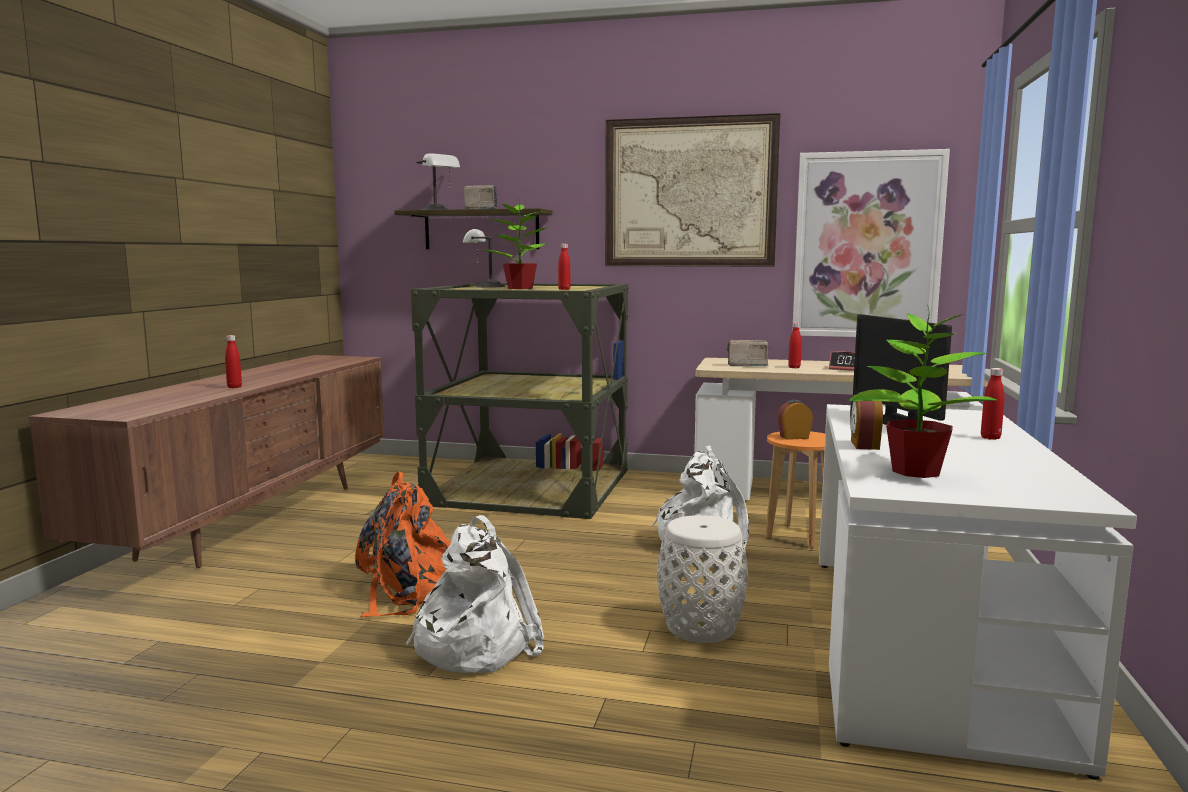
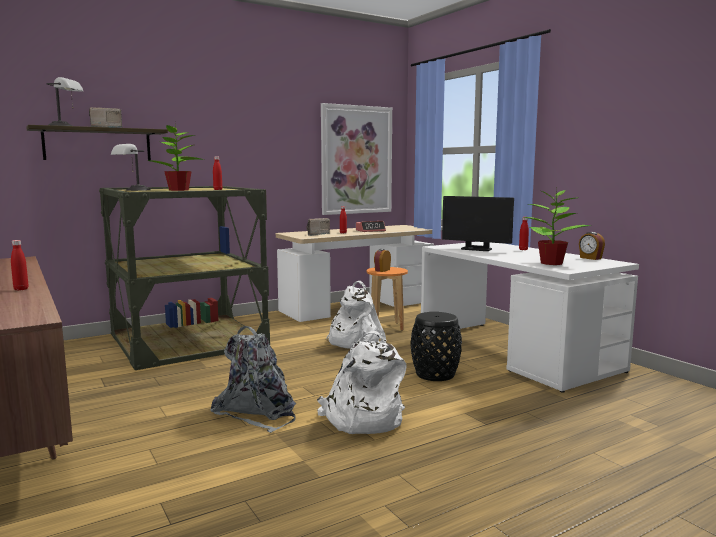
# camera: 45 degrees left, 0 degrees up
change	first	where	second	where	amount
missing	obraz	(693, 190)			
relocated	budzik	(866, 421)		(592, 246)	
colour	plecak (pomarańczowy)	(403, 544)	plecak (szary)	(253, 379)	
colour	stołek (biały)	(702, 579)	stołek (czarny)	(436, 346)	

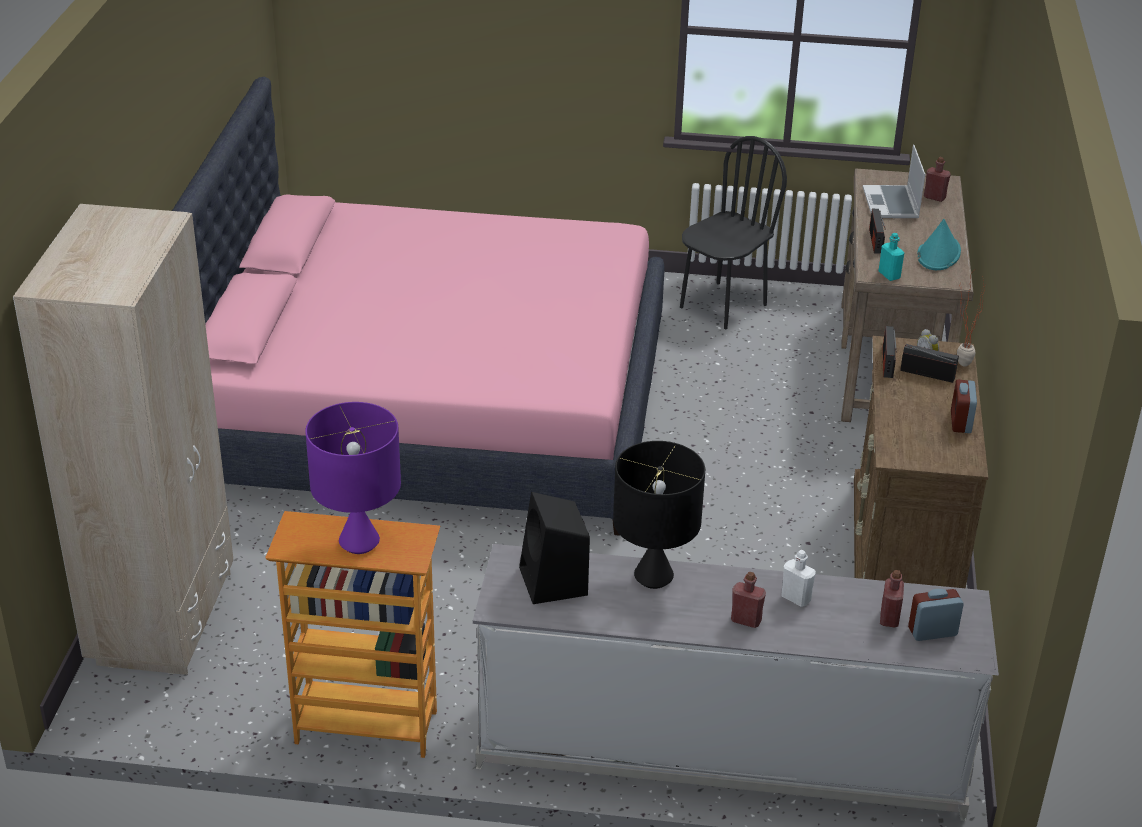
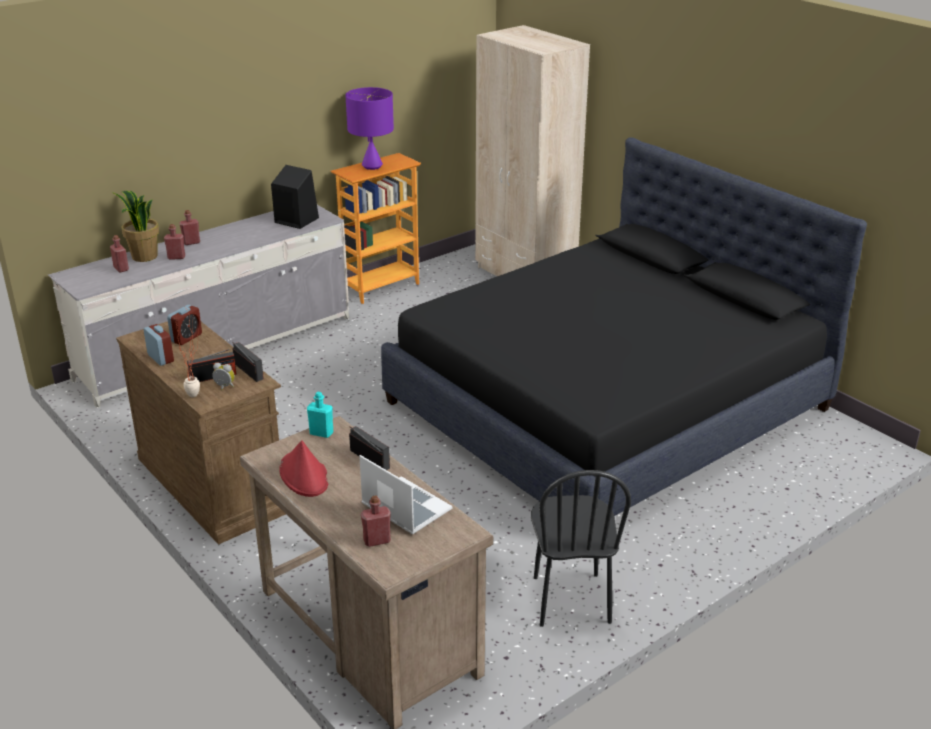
# camera: 135 degrees right, 5 degrees down
change	first	where	second	where	amount
missing	lampa stołowa (czarny)	(659, 515)			
appeared			roślina doniczkowa	(135, 226)	
relocated	budzik	(936, 615)		(184, 325)	
colour	łóżko (różowy)	(418, 306)	łóżko (czarny)	(624, 326)	
colour	butelka (biały)	(798, 578)	butelka (czerwony)	(174, 242)	
colour	kapelusz (turkusowy)	(939, 244)	kapelusz (czerwony)	(303, 468)	

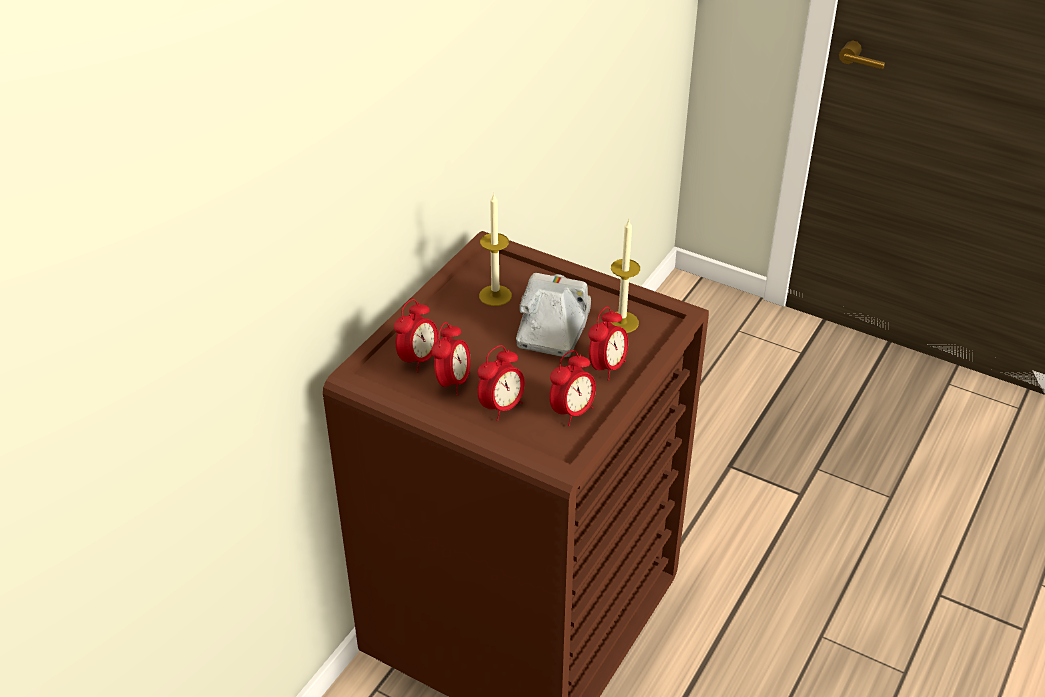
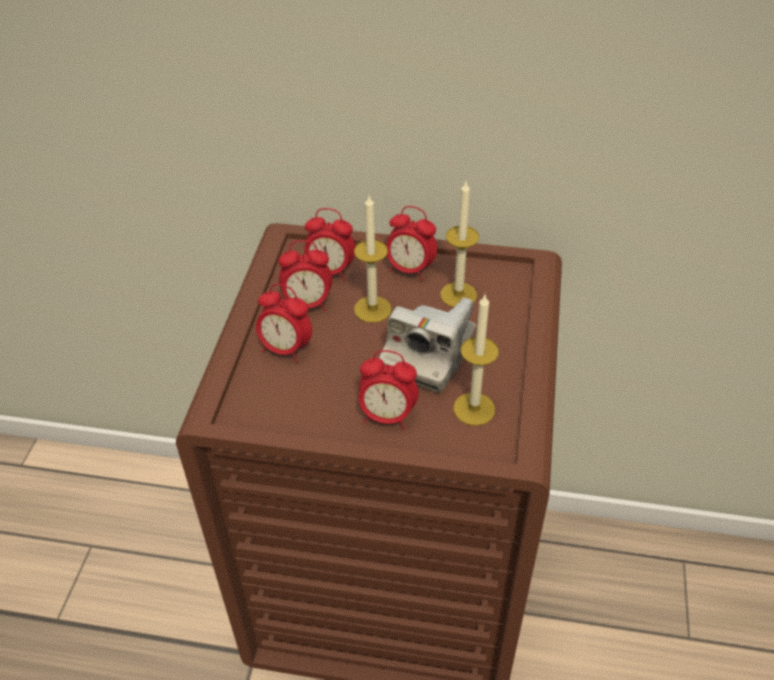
# camera: 70 degrees right, 5 degrees up
change	first	where	second	where	amount
appeared			świeca	(373, 259)	
relocated	budzik	(572, 388)		(411, 243)	
spun	aparat fotograficzny	(553, 315)		(427, 344)	120 degrees clockwise

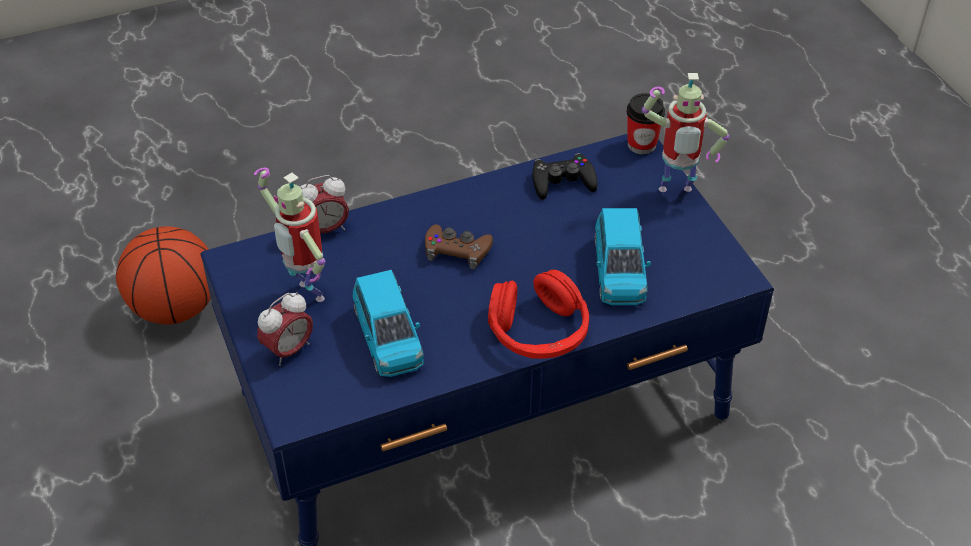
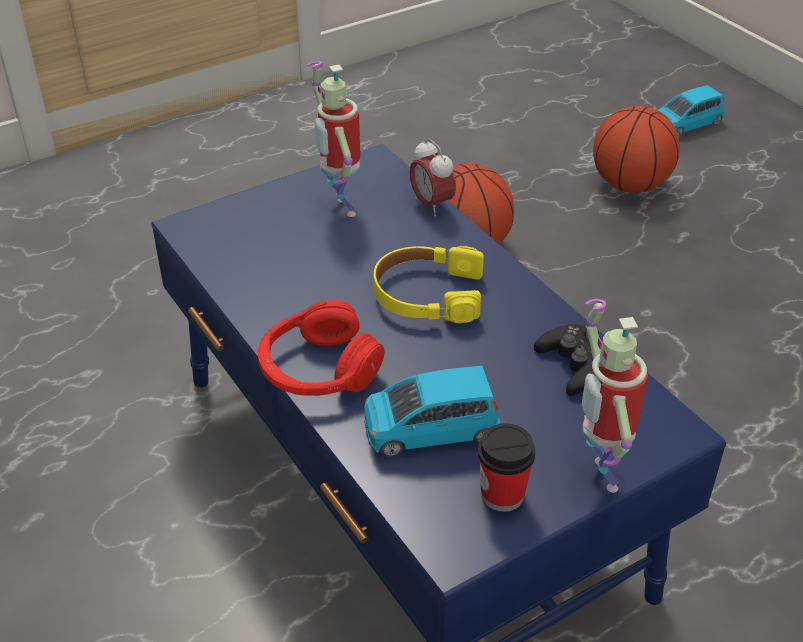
# camera: 80 degrees right, 5 degrees down
change	first	where	second	where	amount
missing	budzik	(285, 329)			
appeared			piłka do koszykówki	(636, 149)	
relocated	samochodzik (niebieski)	(388, 323)		(691, 111)	
relocated	filiżanka	(646, 123)		(507, 467)	
exchanged	pad do gier (brązowy)	(459, 246)	słuchawki (żółty)	(429, 284)	
spun	robot zabawkowy	(289, 235)		(333, 139)	60 degrees counterclockwise

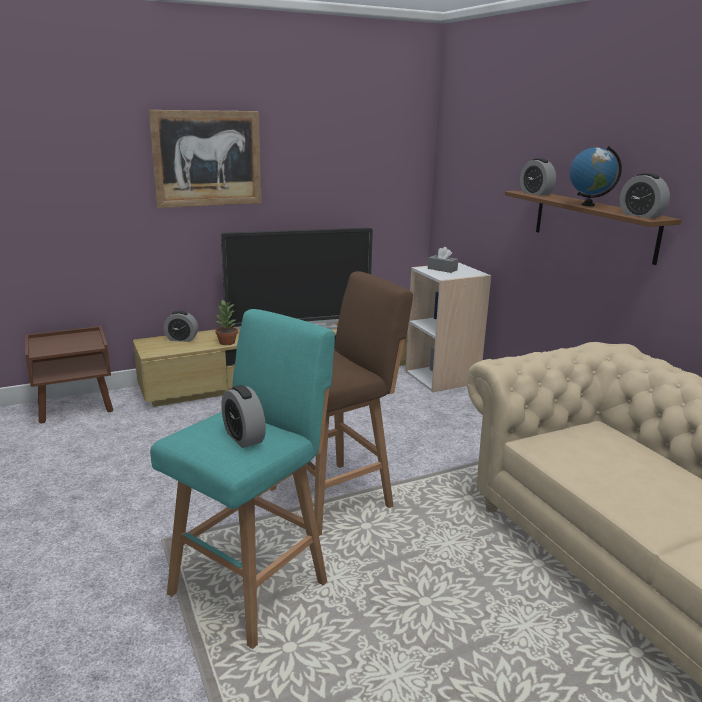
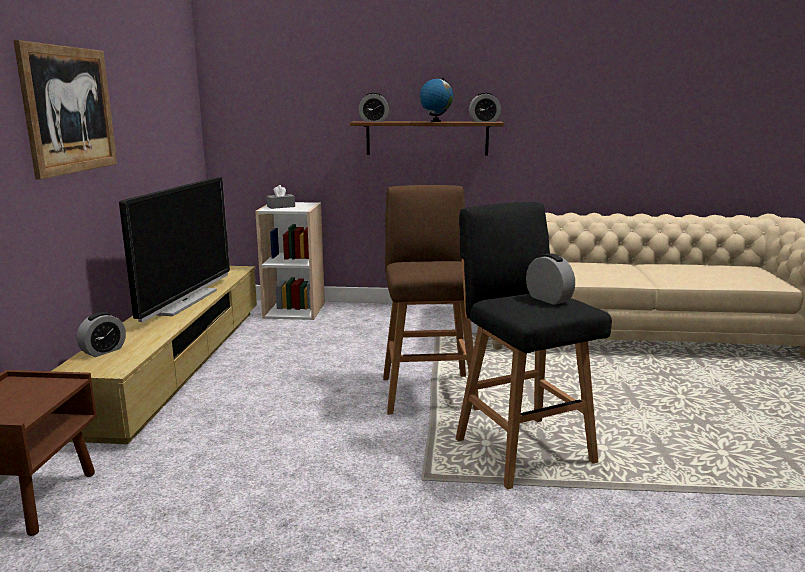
# camera: 60 degrees left, 5 degrees down
change	first	where	second	where	amount
missing	roślina doniczkowa	(226, 322)			
colour	stołek (turkusowy)	(242, 479)	stołek (czarny)	(534, 345)	
spun	budzik	(243, 416)		(550, 279)	120 degrees counterclockwise

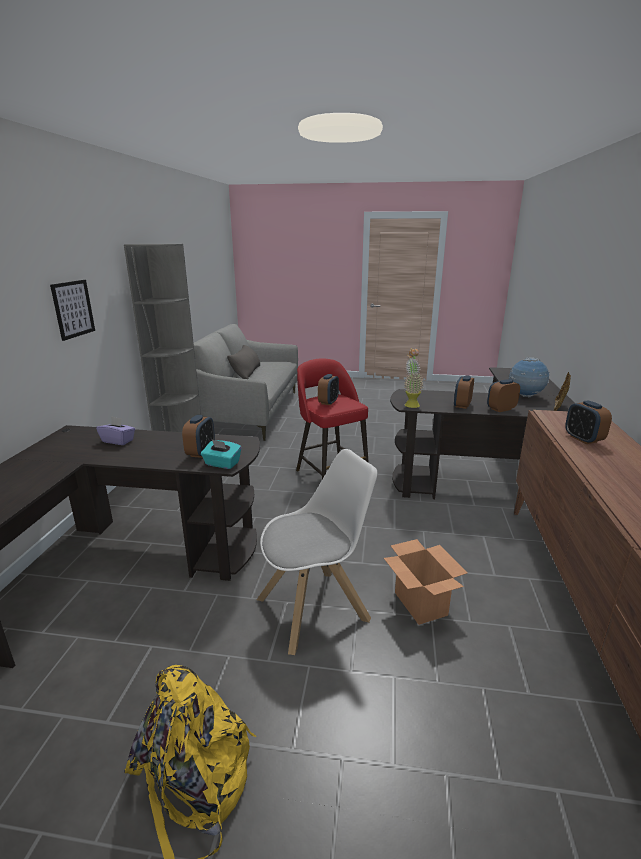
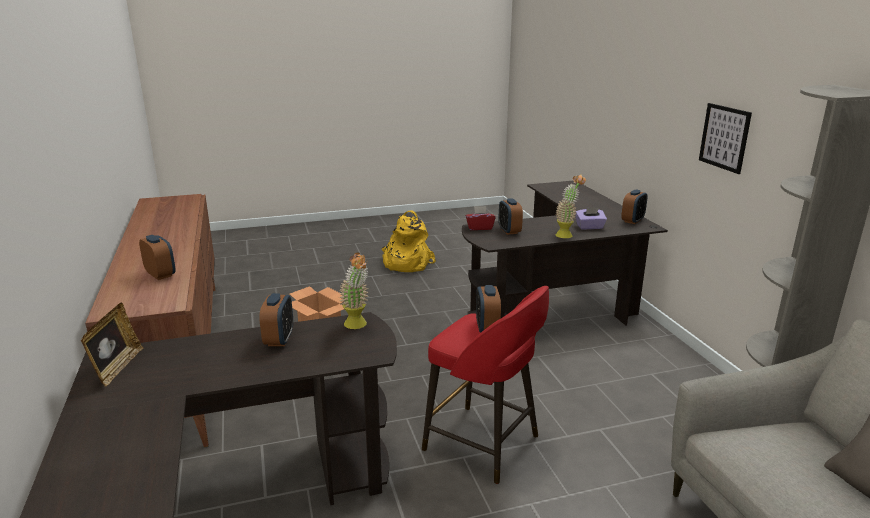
# camera: 155 degrees right, 0 degrees up
change	first	where	second	where	amount
missing	krzesło	(317, 552)			
missing	globus	(529, 377)			
appeared			roślina doniczkowa	(570, 206)	
relocated	budzik	(503, 395)		(634, 207)	
colour	pudełko chusteczek (turkusowy)	(221, 454)	pudełko chusteczek (czerwony)	(481, 218)	

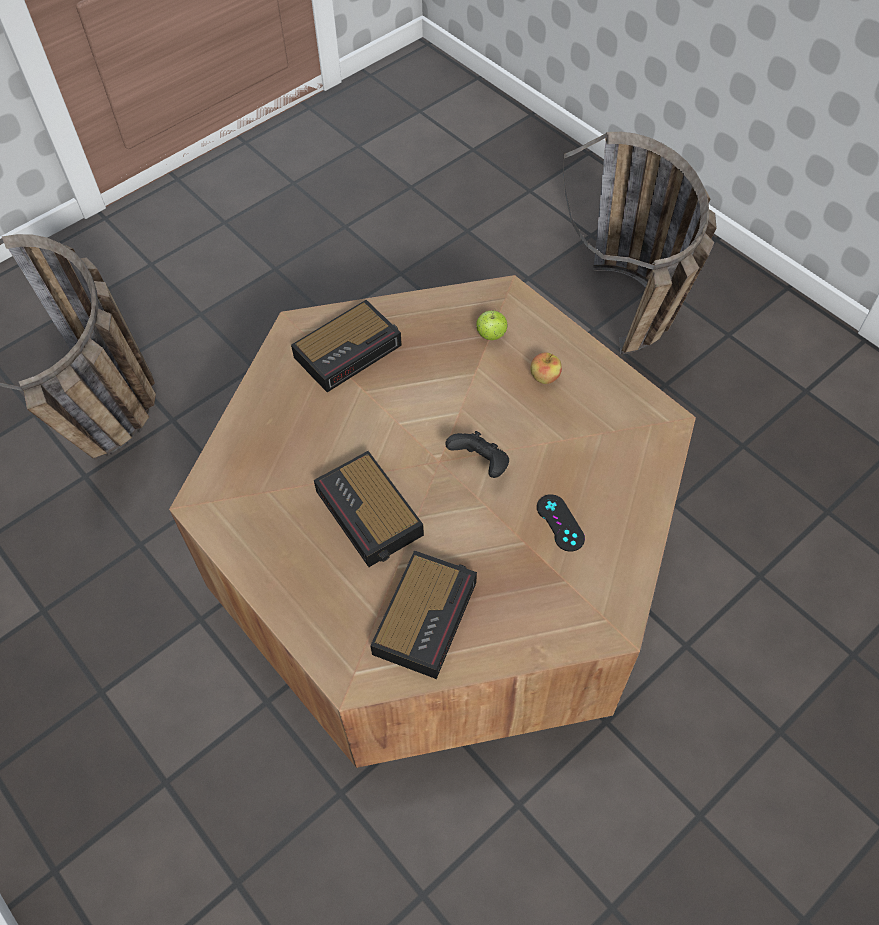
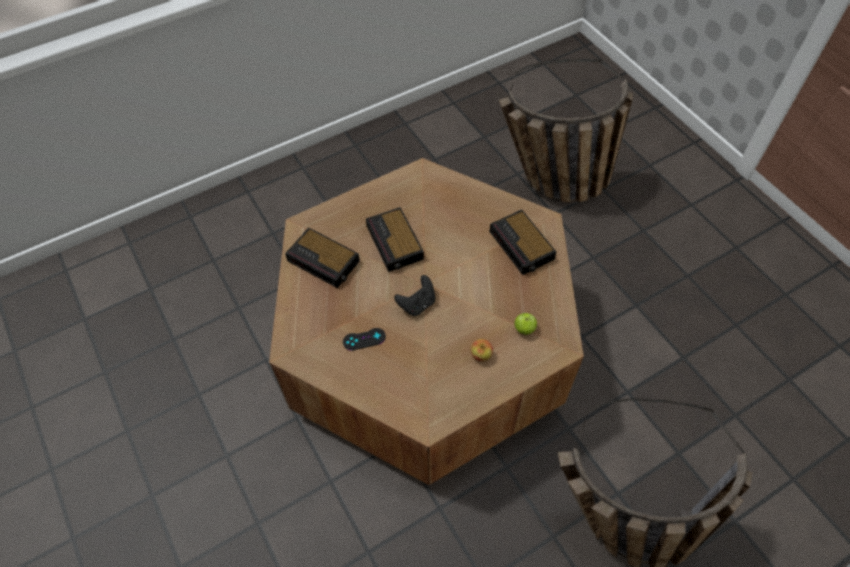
# camera: 100 degrees right, 0 degrees up
change	first	where	second	where	amount
spun	budzik	(369, 509)		(395, 239)	90 degrees counterclockwise

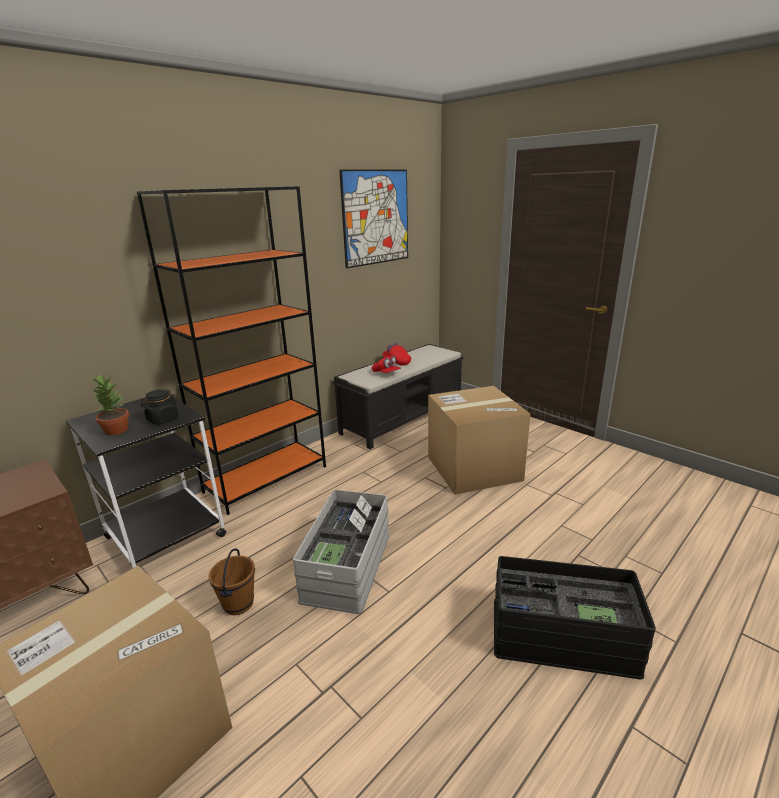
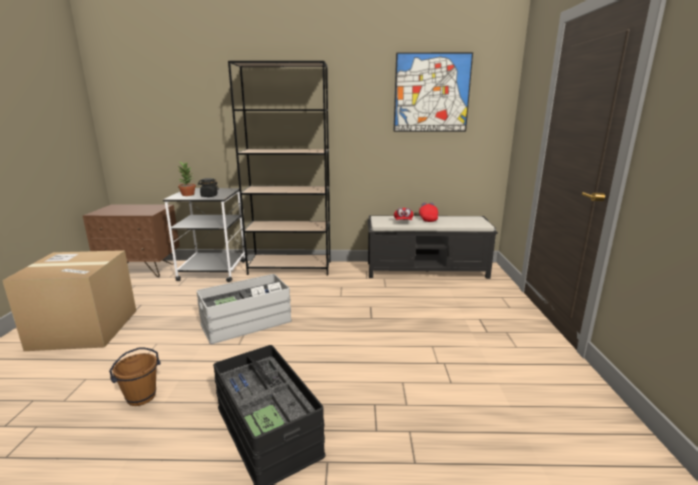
# camera: 45 degrees right, 5 degrees down
change	first	where	second	where	amount
missing	karton	(479, 440)			
relocated	wiadro (brązowy)	(232, 581)		(135, 376)	
colour	regał (pomarańczowy)	(231, 350)	regał (beżowy)	(279, 168)	

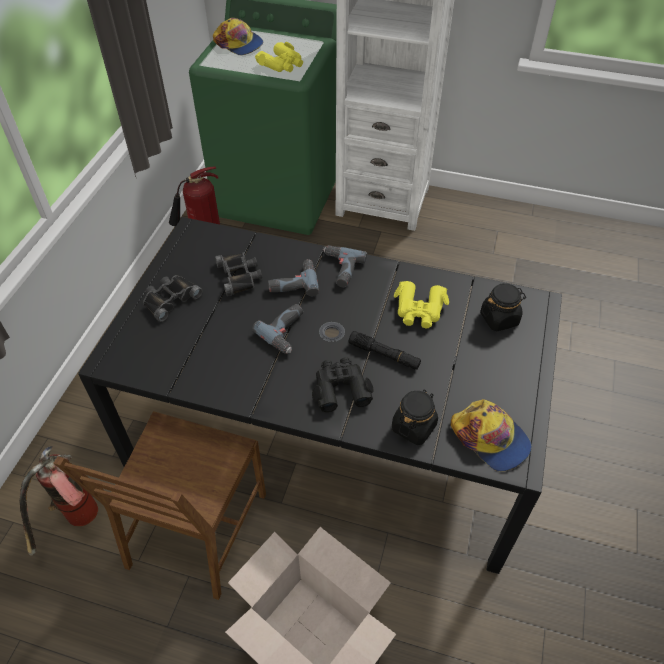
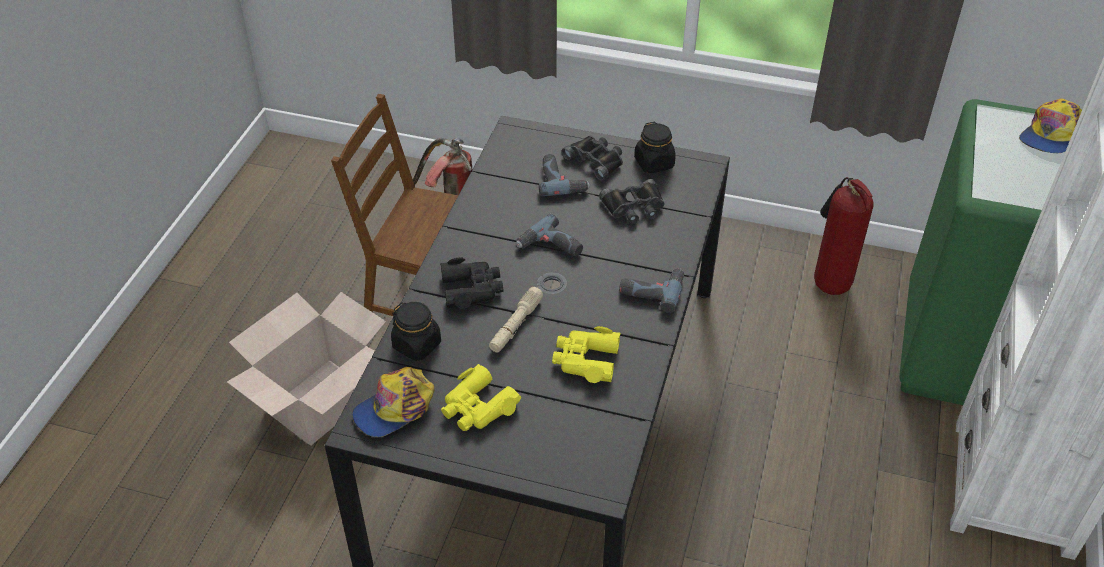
# camera: 90 degrees right, 5 degrees down
change	first	where	second	where	amount
relocated	lornetka (żółty)	(279, 57)		(481, 397)	
relocated	wiertarka	(293, 278)		(564, 175)	
relocated	słoik (czarny)	(503, 307)		(655, 147)	
colour	latarka (czarny)	(385, 350)	latarka (beżowy)	(516, 319)	

